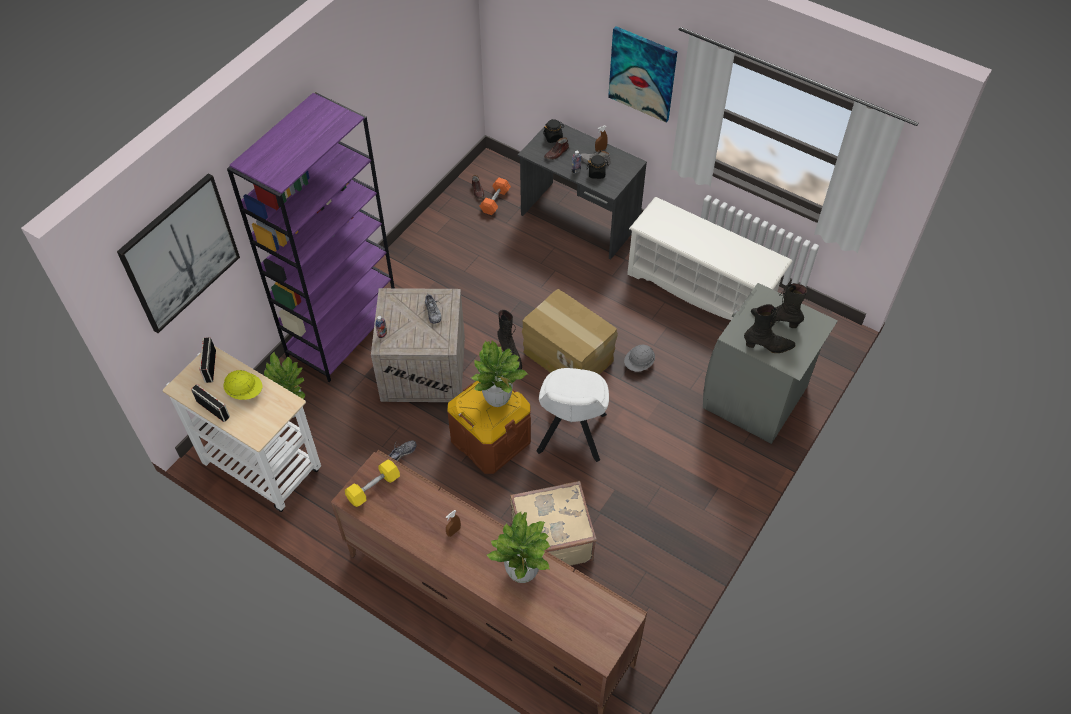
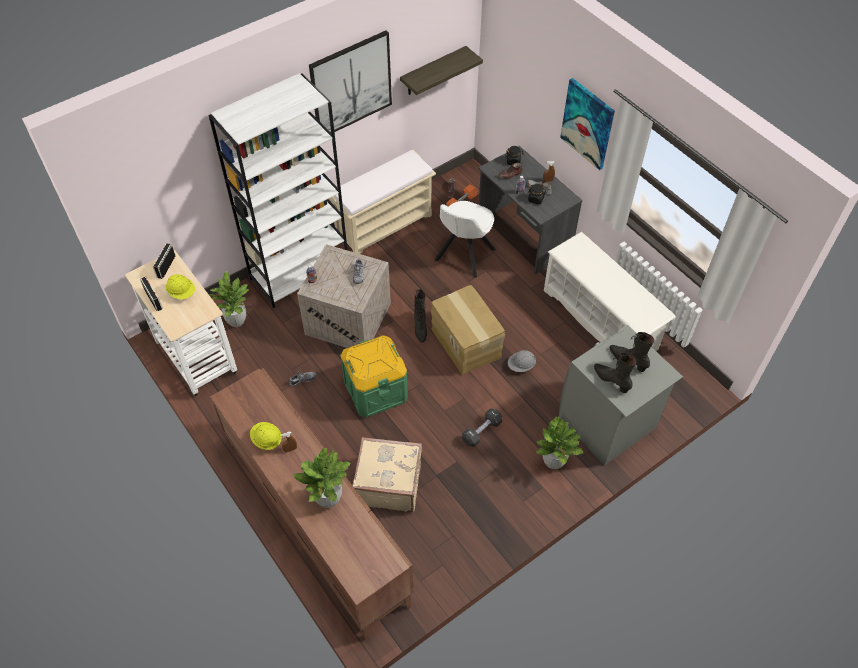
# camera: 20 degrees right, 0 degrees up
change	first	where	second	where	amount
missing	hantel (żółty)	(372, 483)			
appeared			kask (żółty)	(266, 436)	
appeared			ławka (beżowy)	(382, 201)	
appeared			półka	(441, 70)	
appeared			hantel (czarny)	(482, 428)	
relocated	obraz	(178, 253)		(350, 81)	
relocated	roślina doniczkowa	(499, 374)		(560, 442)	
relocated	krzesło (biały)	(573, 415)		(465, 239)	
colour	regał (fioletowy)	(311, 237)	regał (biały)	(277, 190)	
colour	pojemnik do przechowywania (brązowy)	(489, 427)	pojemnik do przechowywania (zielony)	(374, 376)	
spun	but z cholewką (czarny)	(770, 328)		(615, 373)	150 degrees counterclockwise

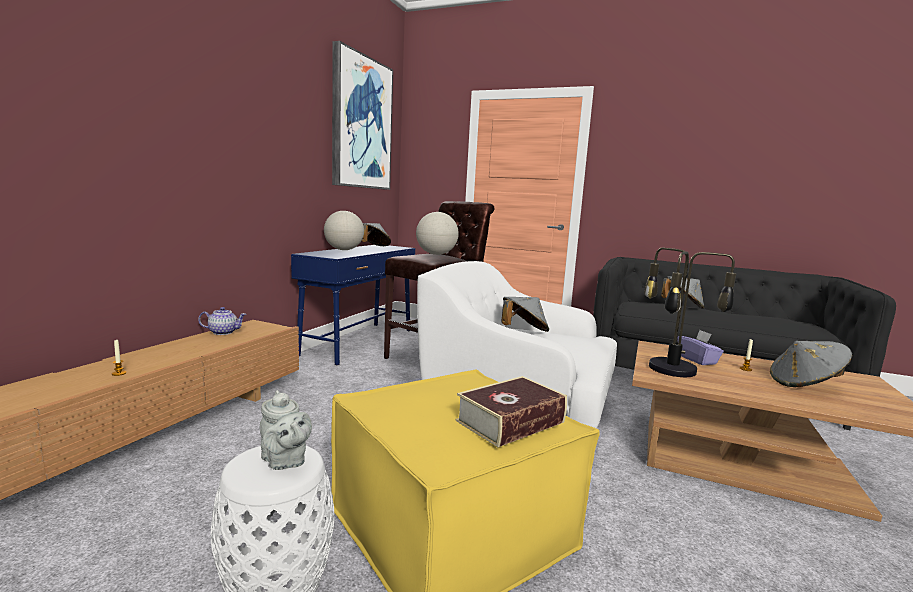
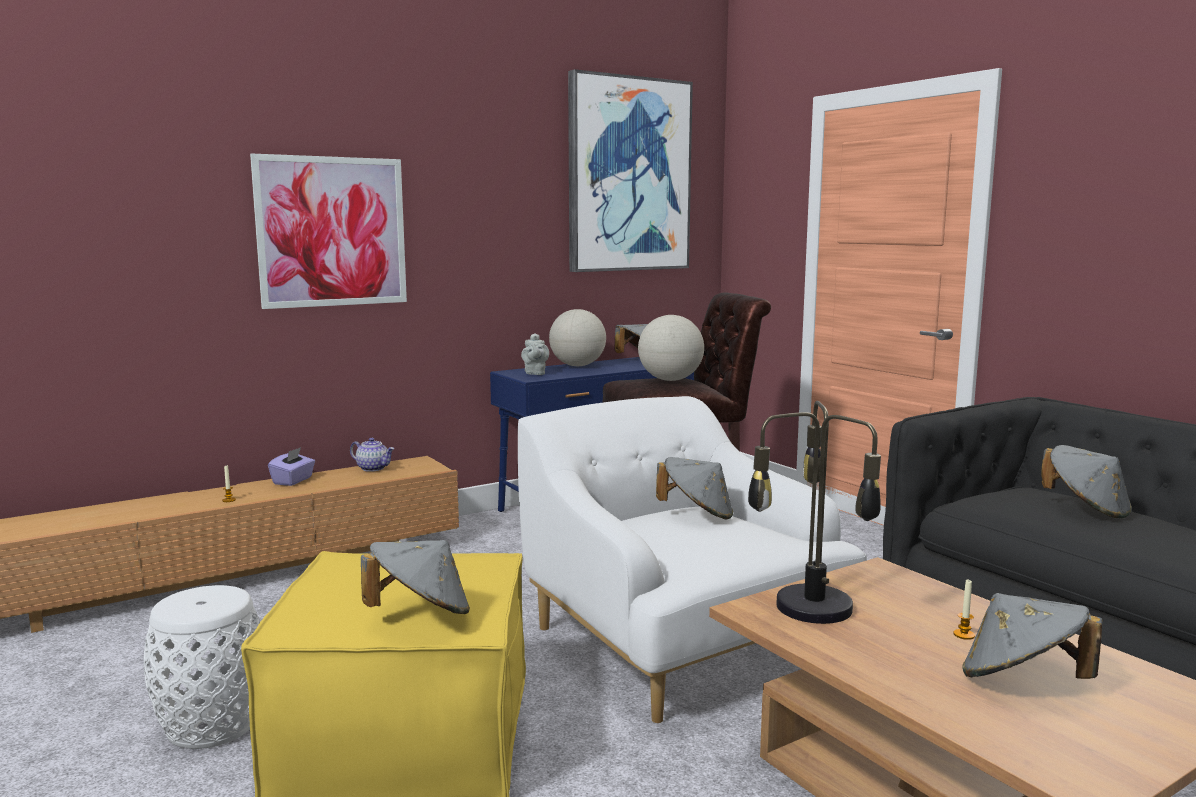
# camera: 35 degrees right, 0 degrees up
change	first	where	second	where	amount
appeared			obraz	(328, 231)	
relocated	imbryk (szary)	(286, 430)		(535, 354)	
relocated	pudełko chusteczek (fioletowy)	(700, 347)		(291, 466)	
exchanged	książka	(511, 411)	kapelusz (szary)	(415, 577)	

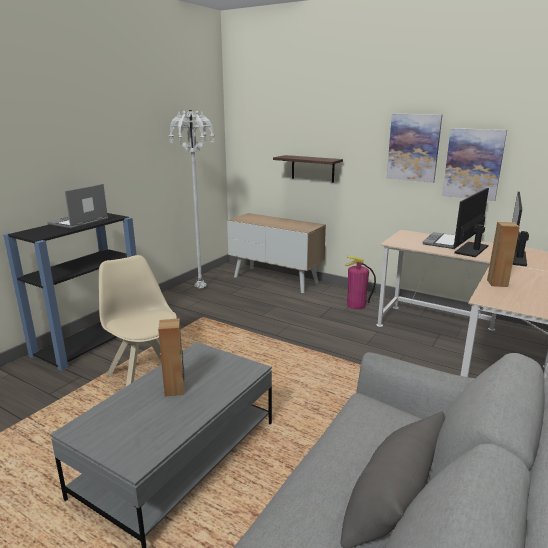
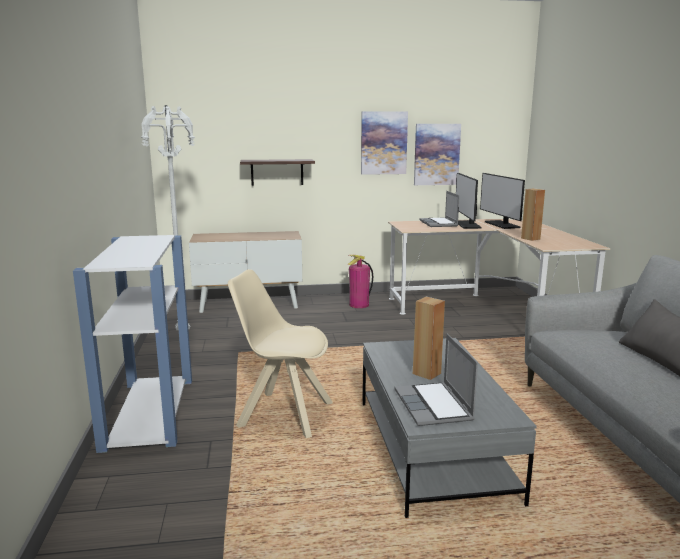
# camera: 40 degrees left, 5 degrees down
change	first	where	second	where	amount
relocated	laptop	(77, 206)		(436, 380)	
colour	regał (czarny)	(69, 292)	regał (biały)	(132, 344)	

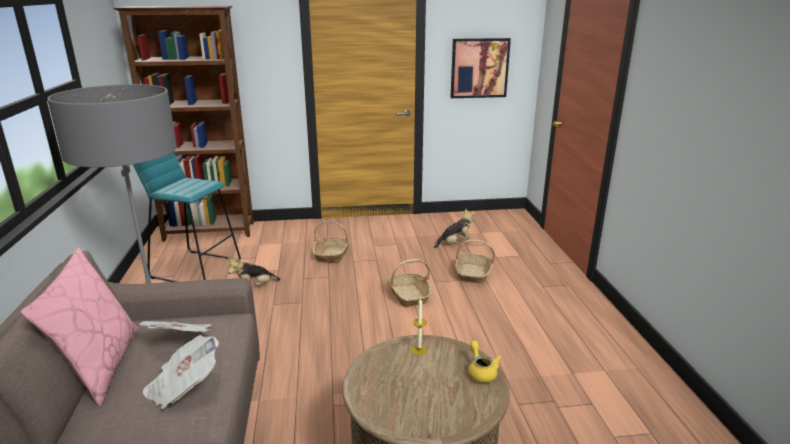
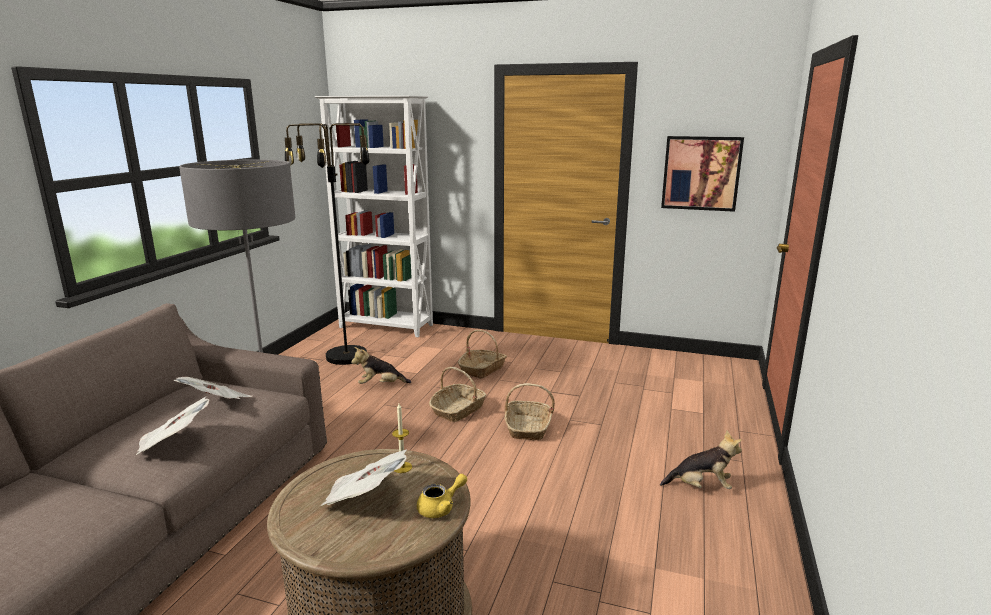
# camera: 25 degrees right, 5 degrees down
change	first	where	second	where	amount
missing	poduszka (różowy)	(80, 326)			
appeared			gazeta	(364, 478)	
relocated	pluszak	(454, 228)		(701, 460)	
relocated	koszyk	(475, 261)		(457, 394)	
exchanged	stołek (turkusowy)	(187, 217)	lampa stojąca	(327, 244)	
colour	regał (brązowy)	(183, 124)	regał (biały)	(373, 216)	
spun	imbryk (żółty)	(485, 362)		(442, 496)	45 degrees clockwise

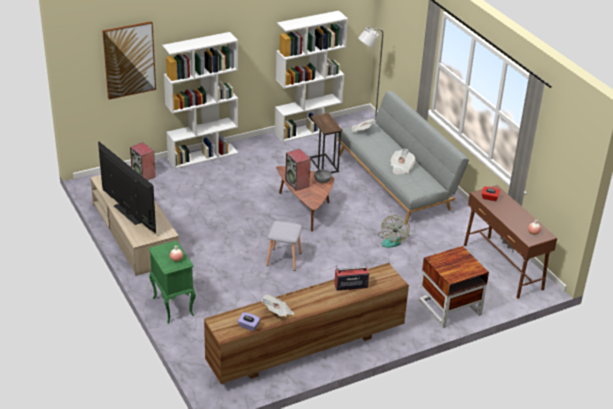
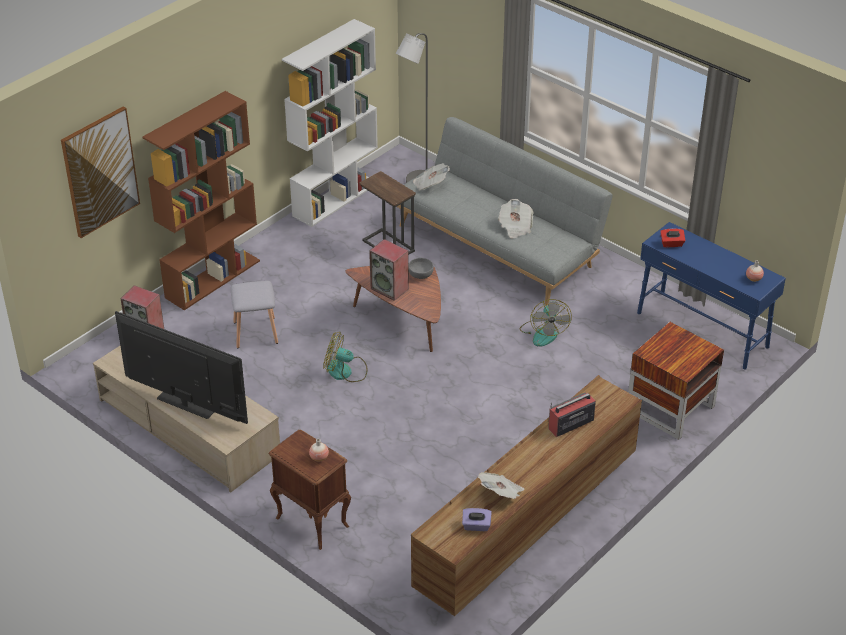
# camera: 20 degrees left, 5 degrees up
change	first	where	second	where	amount
appeared			wentylator	(345, 357)	
relocated	stołek (szary)	(284, 246)		(254, 314)	
colour	szafka nocna (zielony)	(172, 282)	szafka nocna (brązowy)	(310, 490)	
colour	regał (biały)	(200, 100)	regał (brązowy)	(201, 200)	
colour	stolik konsolowy (brązowy)	(510, 242)	stolik konsolowy (niebieski)	(711, 296)	

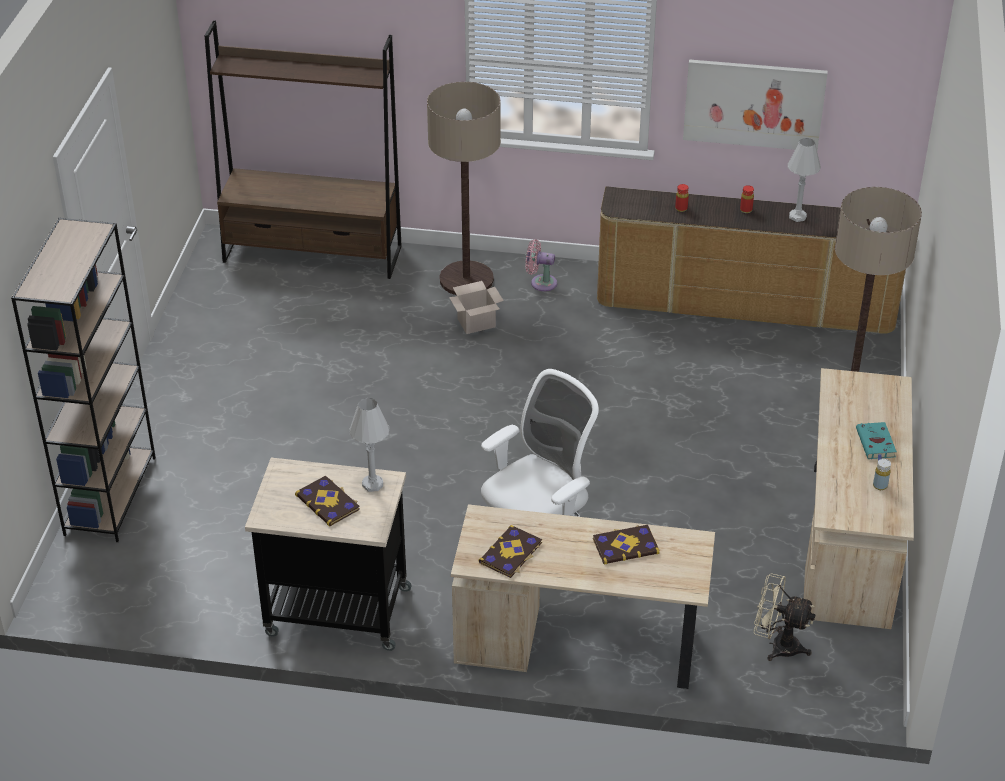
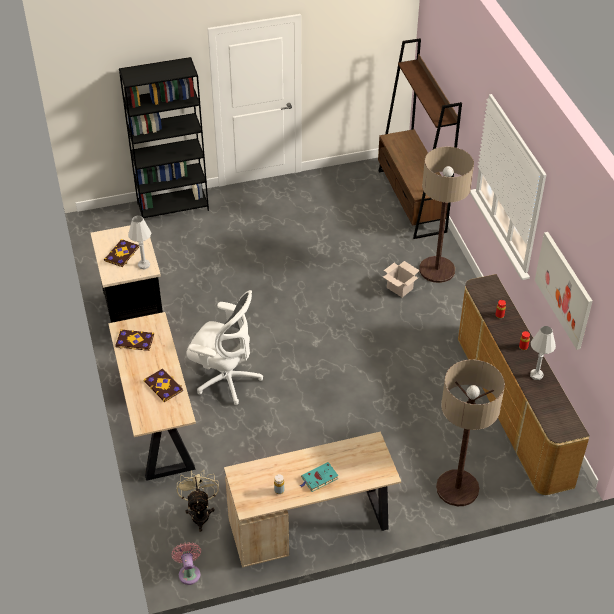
# camera: 65 degrees right, 5 degrees up
change	first	where	second	where	amount
relocated	wentylator (różowy)	(541, 265)		(186, 563)	
colour	regał (beżowy)	(83, 380)	regał (czarny)	(164, 137)	

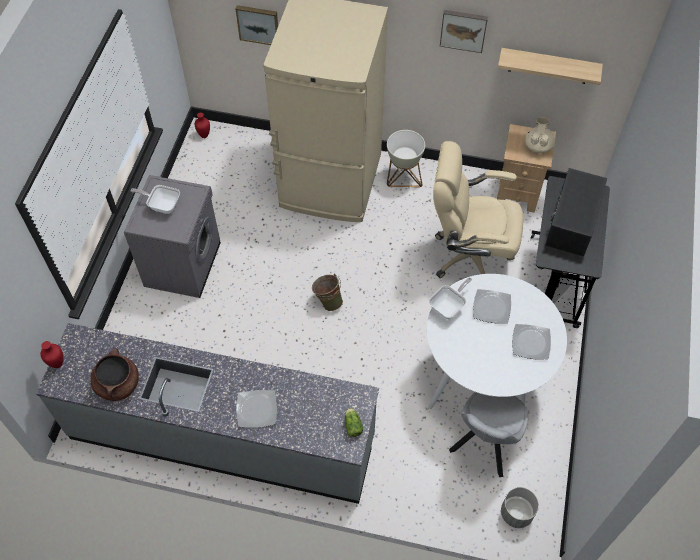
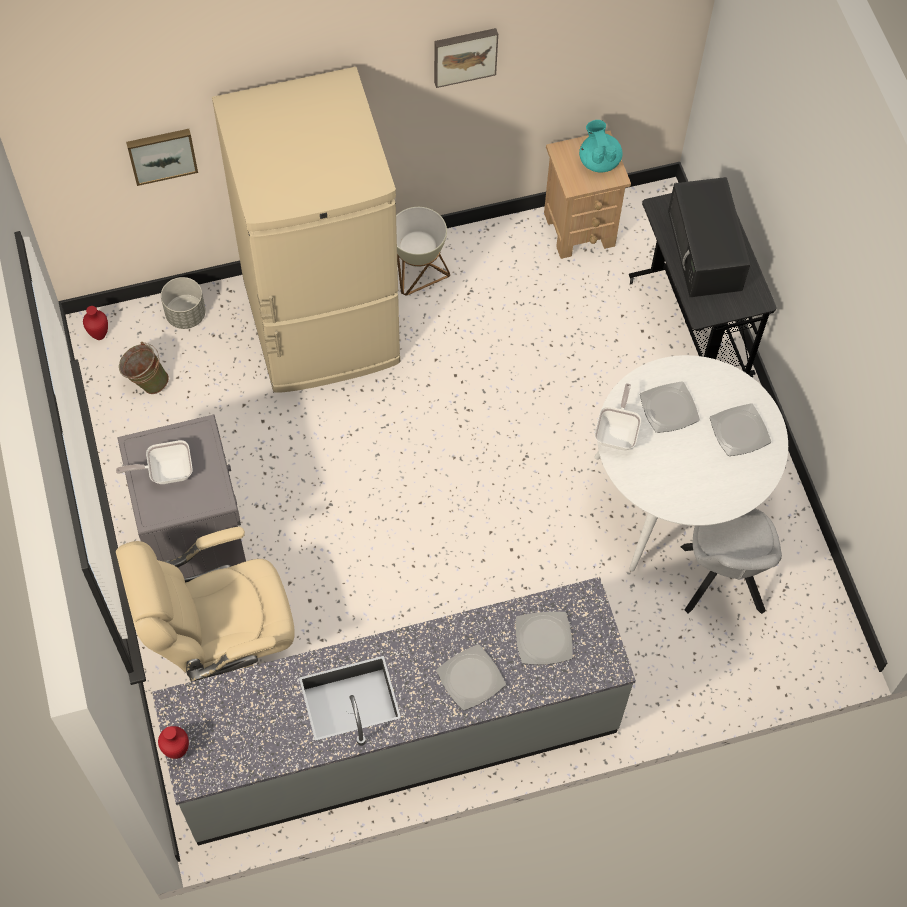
# camera: 30 degrees left, 5 degrees up
change	first	where	second	where	amount
missing	garnek (brązowy)	(114, 374)			
missing	sałata	(354, 422)			
missing	półka	(550, 66)			
appeared			talerz	(544, 638)	
relocated	wiadro (zielony)	(327, 292)		(144, 368)	
relocated	krzesło biurowe (beżowy)	(478, 209)		(205, 604)	
relocated	donica (szary)	(520, 507)		(183, 303)	
colour	imbryk (beżowy)	(540, 135)	imbryk (turkusowy)	(600, 146)	

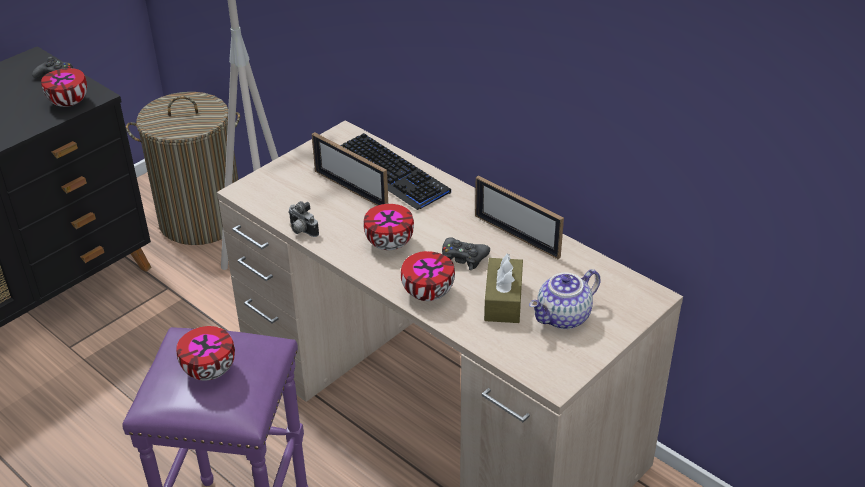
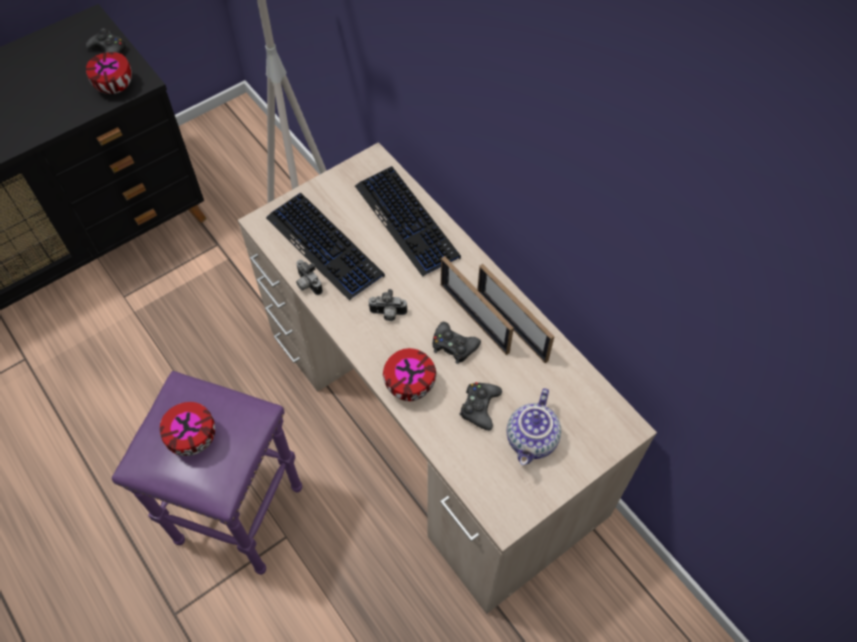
# camera: 10 degrees right, 20 degrees up
change	first	where	second	where	amount
missing	kosz na pranie	(183, 168)			
appeared			klawiatura	(325, 247)	
relocated	ramka na zdjęcie	(350, 169)		(477, 305)	
exchanged	miska	(388, 227)	aparat fotograficzny	(387, 305)	
exchanged	pudełko chusteczek (brązowy)	(503, 288)	pad do gier (czarny)	(480, 406)	
spun	imbryk	(565, 299)		(534, 426)	45 degrees counterclockwise

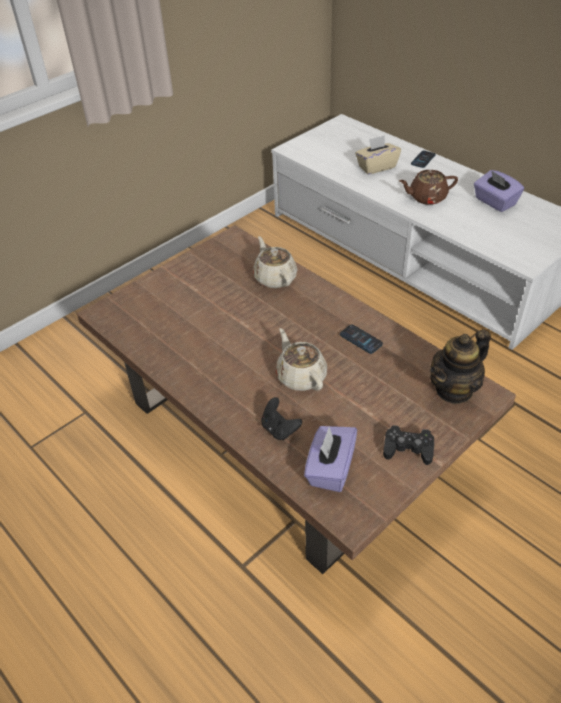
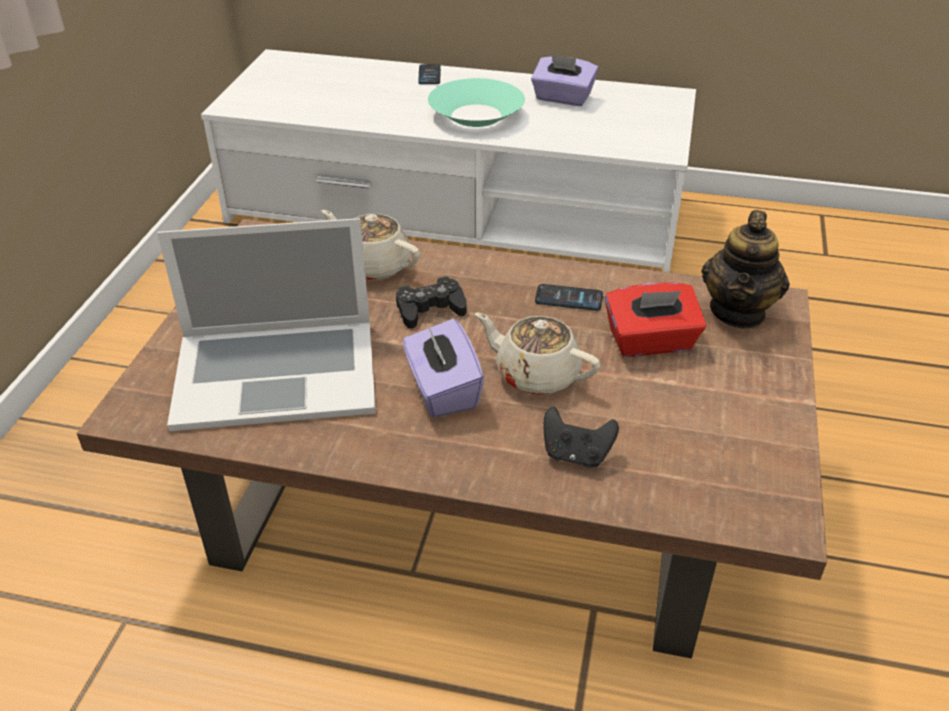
# camera: 35 degrees left, 5 degrees down
change	first	where	second	where	amount
missing	pudełko chusteczek (beżowy)	(378, 155)			
appeared			laptop	(266, 324)	
appeared			pudełko chusteczek (czerwony)	(655, 319)	
relocated	pudełko chusteczek (fioletowy)	(330, 459)		(443, 368)	
relocated	pad do gier (czarny)	(408, 445)		(431, 302)	
exchanged	imbryk (brązowy)	(428, 187)	miska (turkusowy)	(476, 102)	

